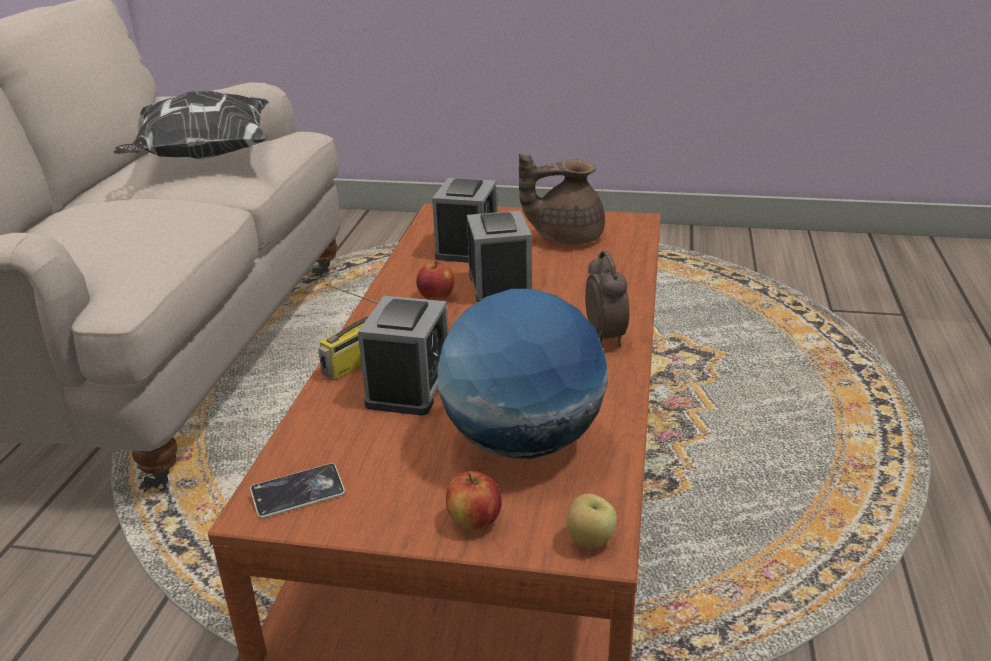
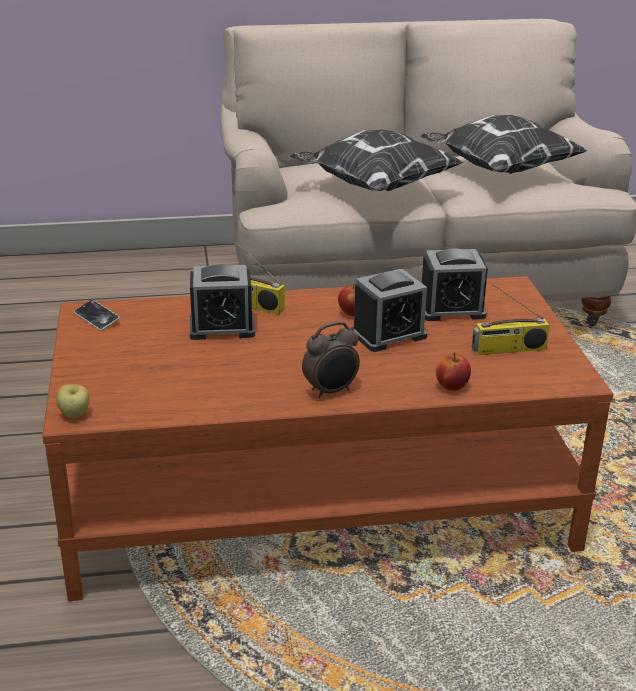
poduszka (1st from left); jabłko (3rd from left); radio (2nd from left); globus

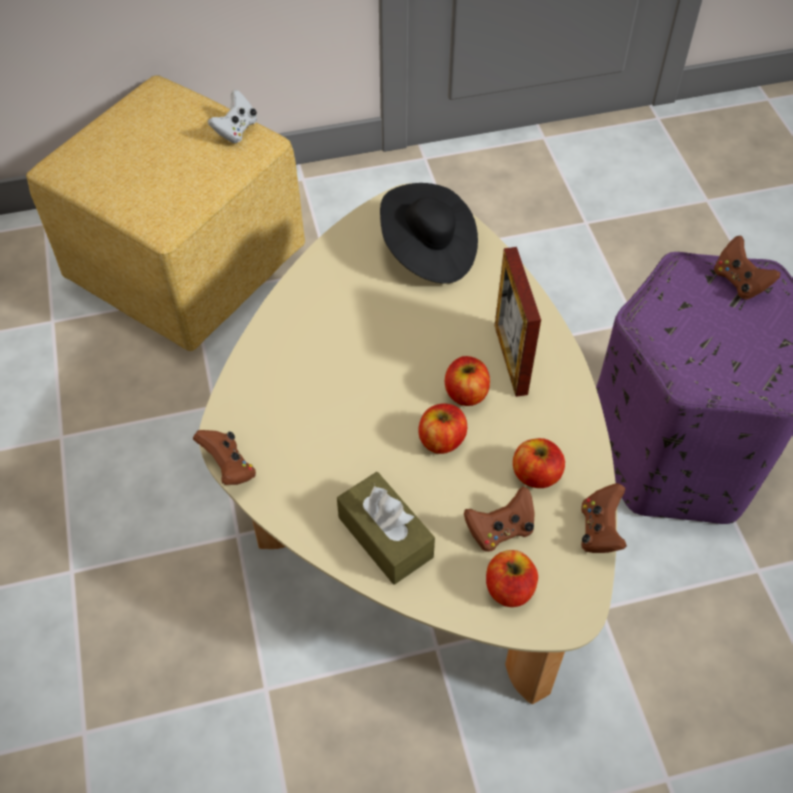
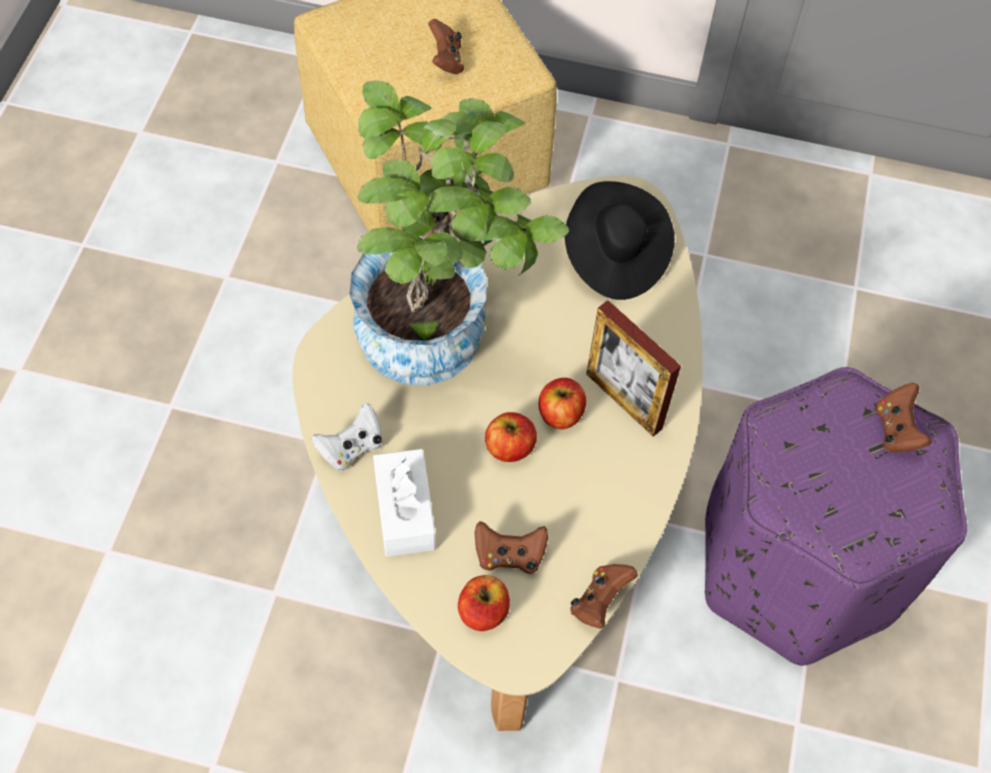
pad do gier/biały; roślina doniczkowa; pudełko chusteczek/biały; pad do gier/brązowy (1st from left); ramka na zdjęcie; jabłko (4th from left in the first image)

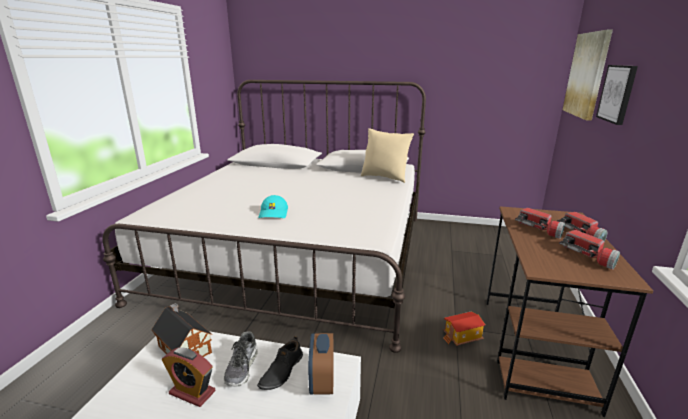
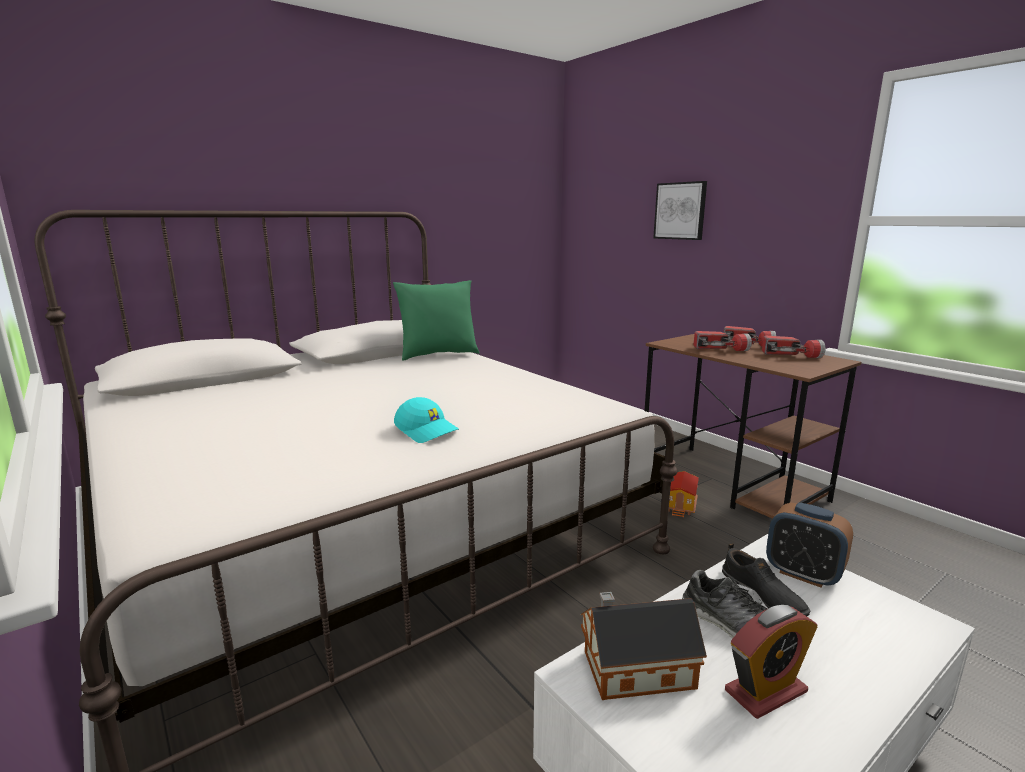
poduszka/zielony; obraz (1st from left in the first image)

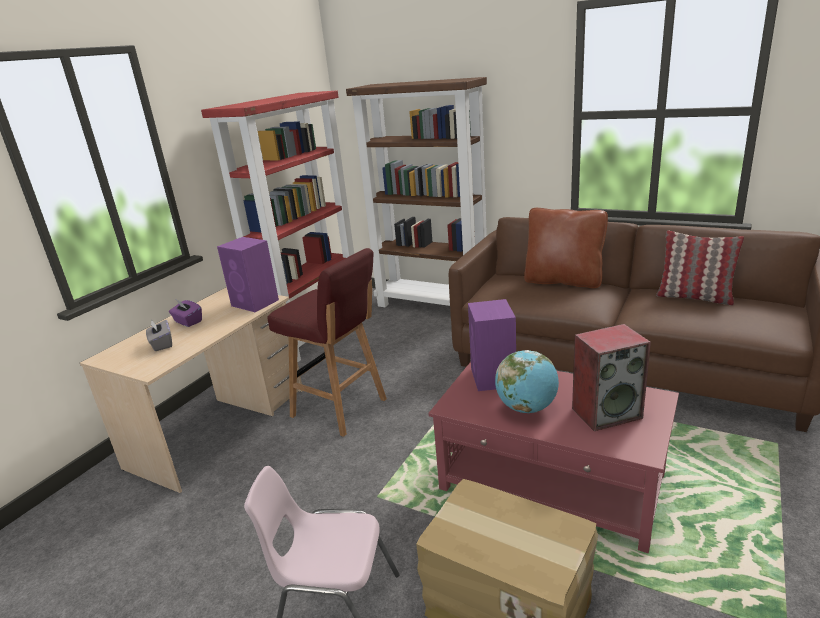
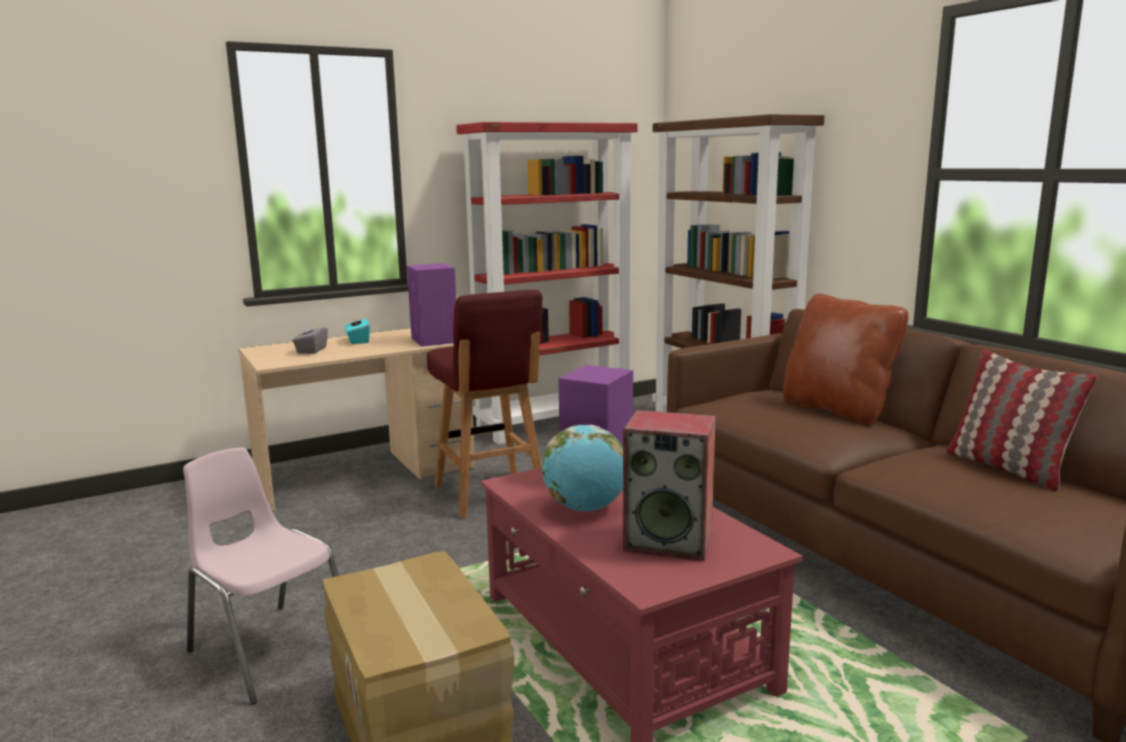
pudełko chusteczek/turkusowy

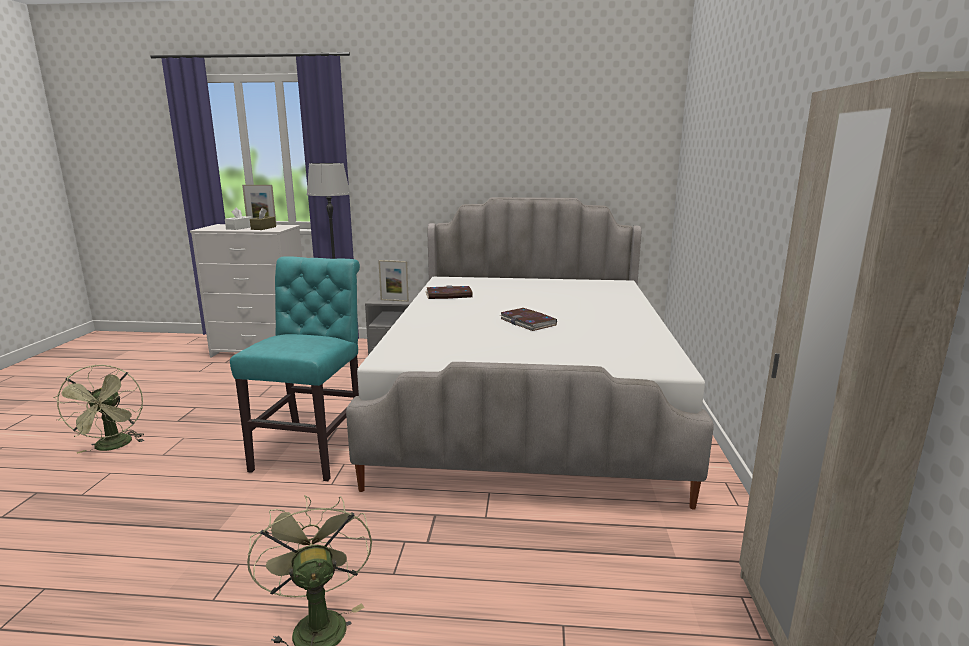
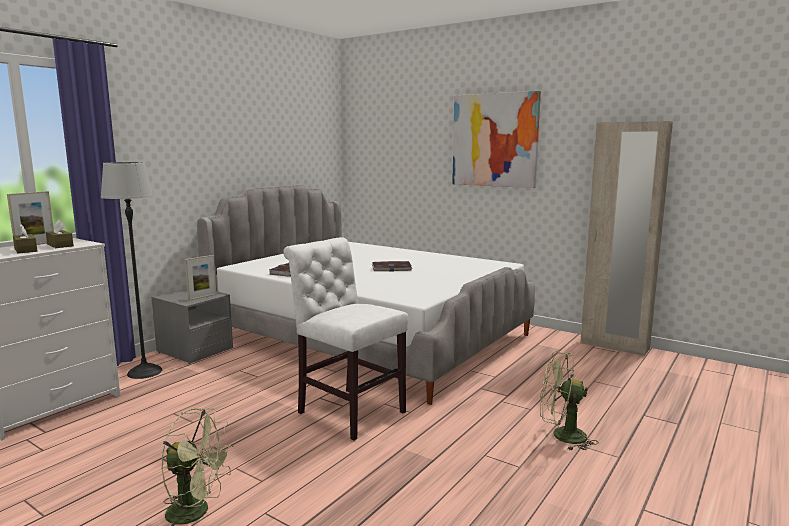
pudełko chusteczek/brązowy (1st from left); krzesło/biały; obraz

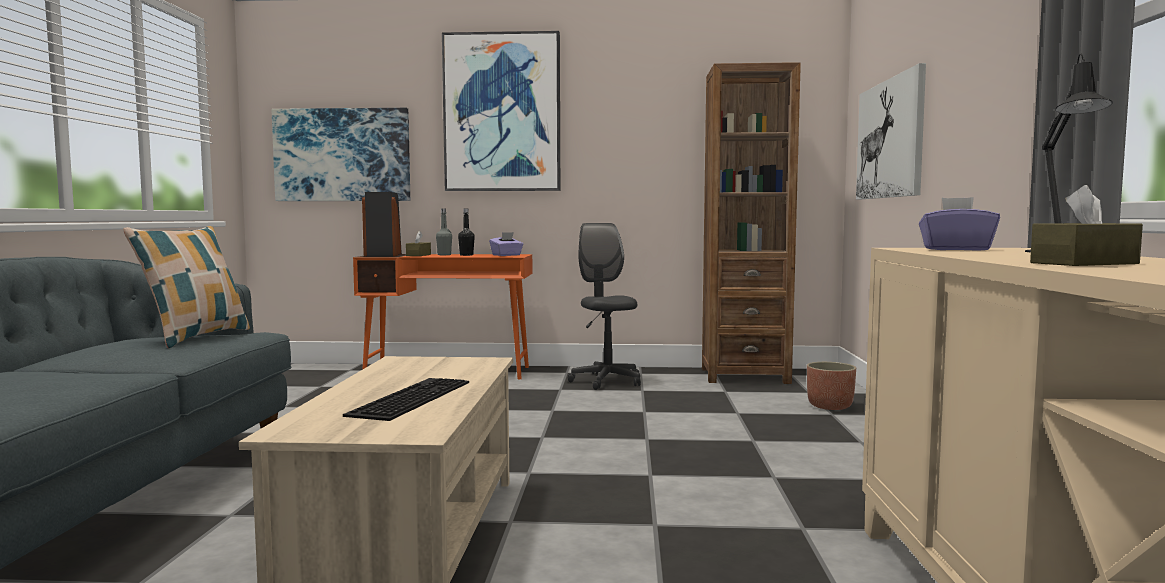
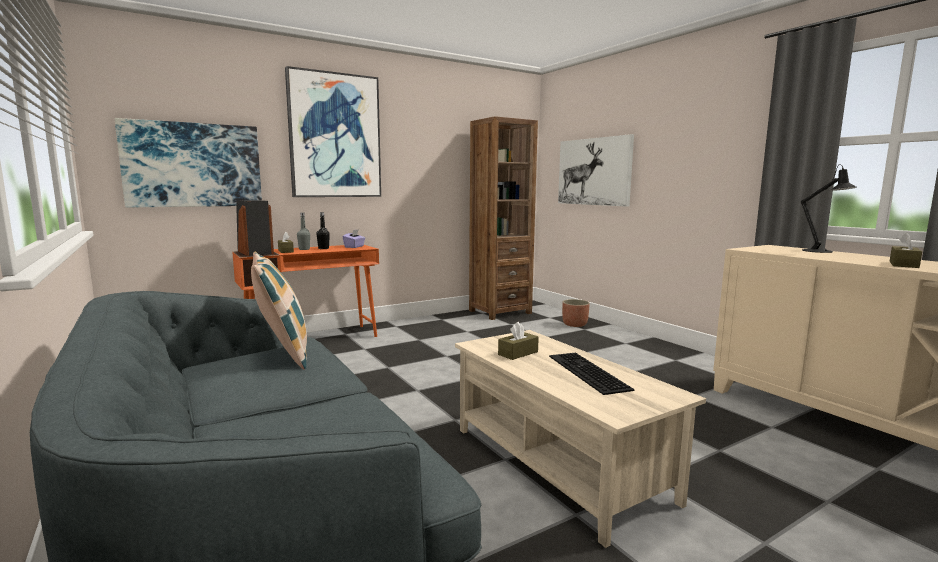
pudełko chusteczek/brązowy (2nd from left); krzesło biurowe/szary; pudełko chusteczek/fioletowy (2nd from left in the first image)

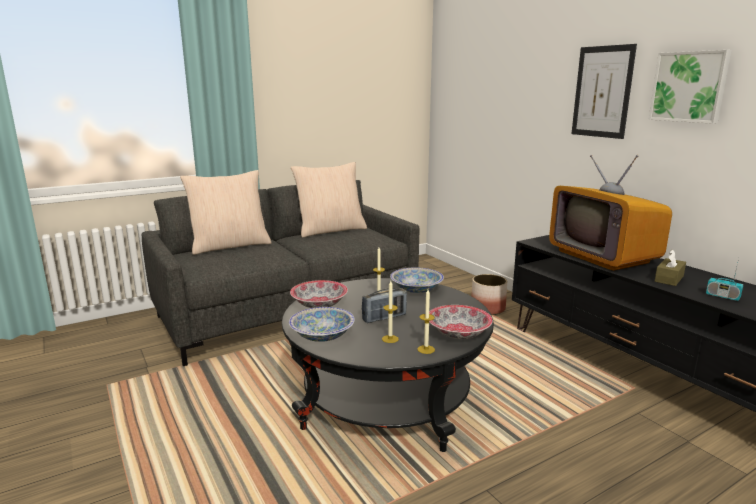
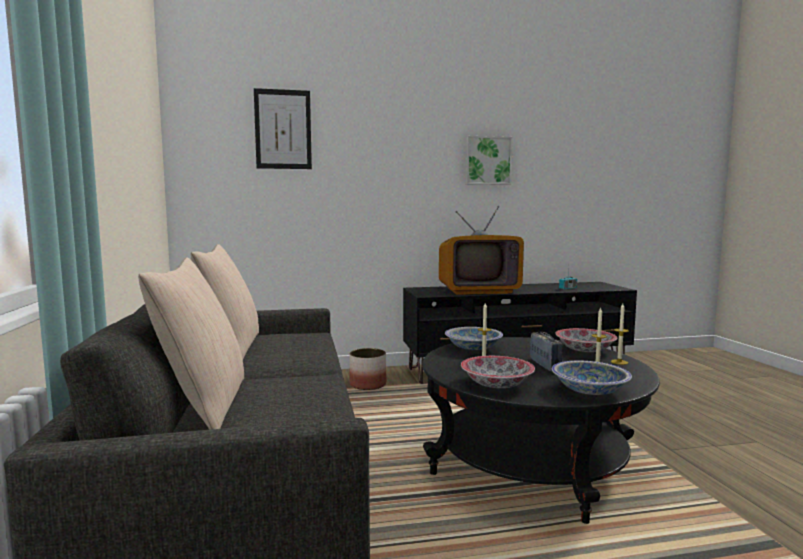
obraz (1st from left); pudełko chusteczek/brązowy

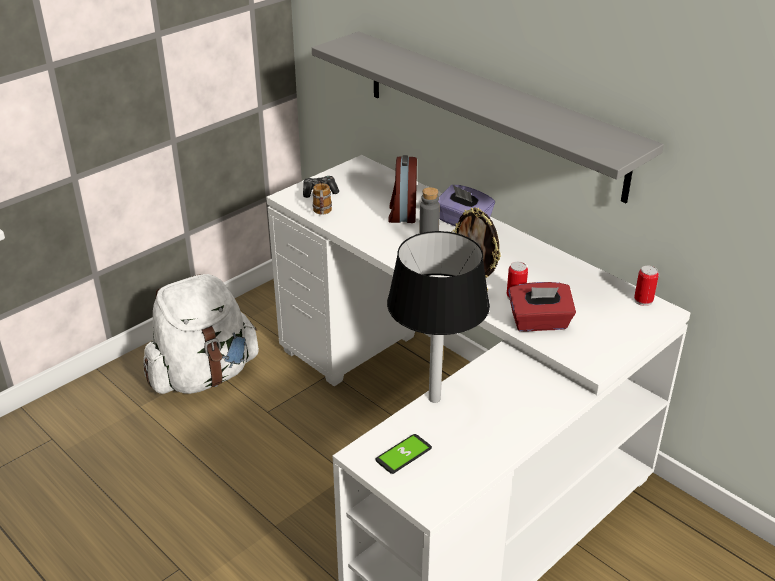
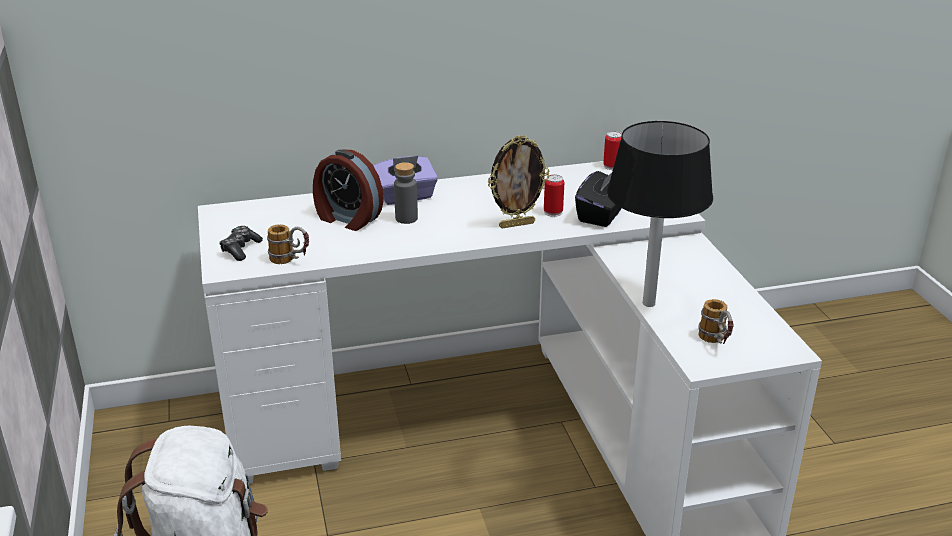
pudełko chusteczek/czarny; kubek (2nd from left); półka/szary

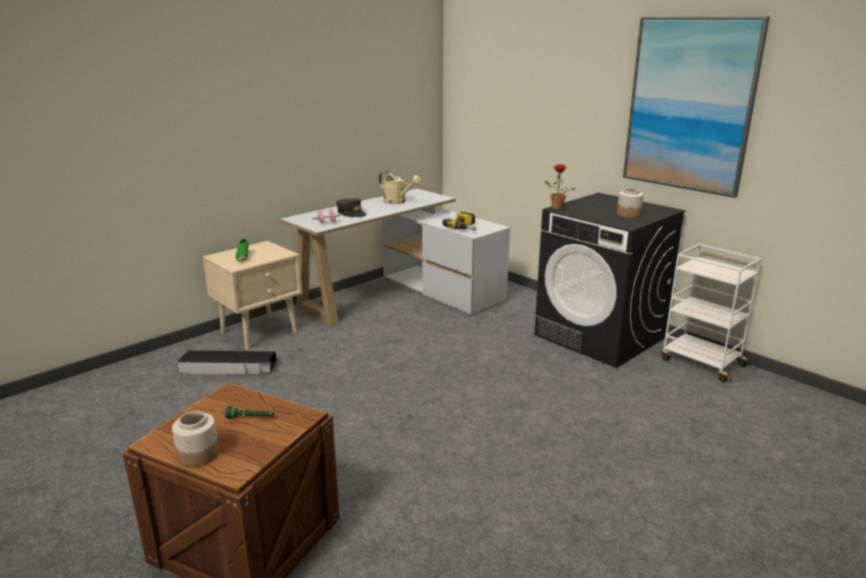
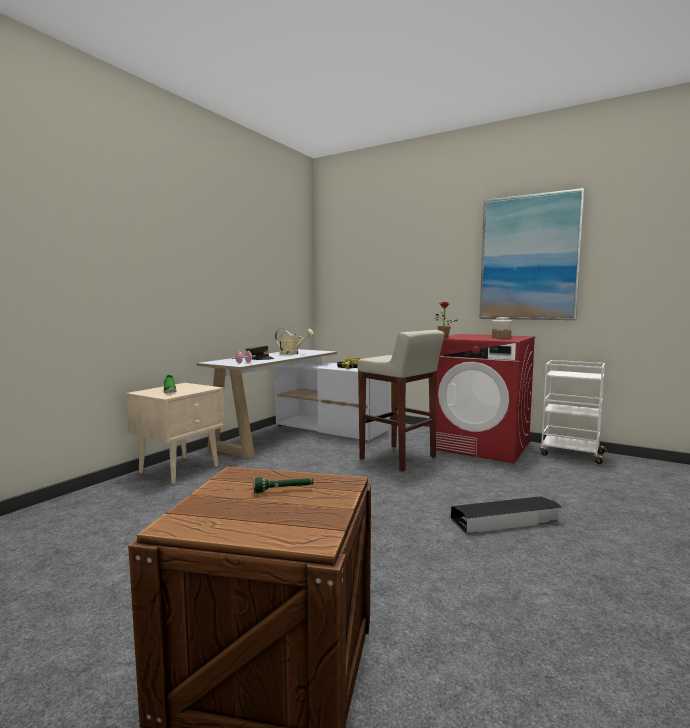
stołek/beżowy; pralka/czerwony; pojemnik do przechowywania/czarny; słoik (1st from left in the first image)

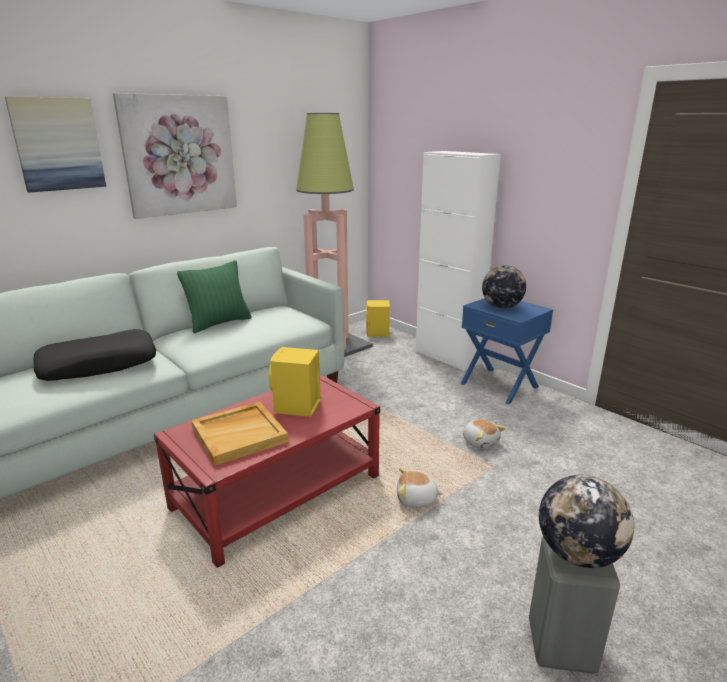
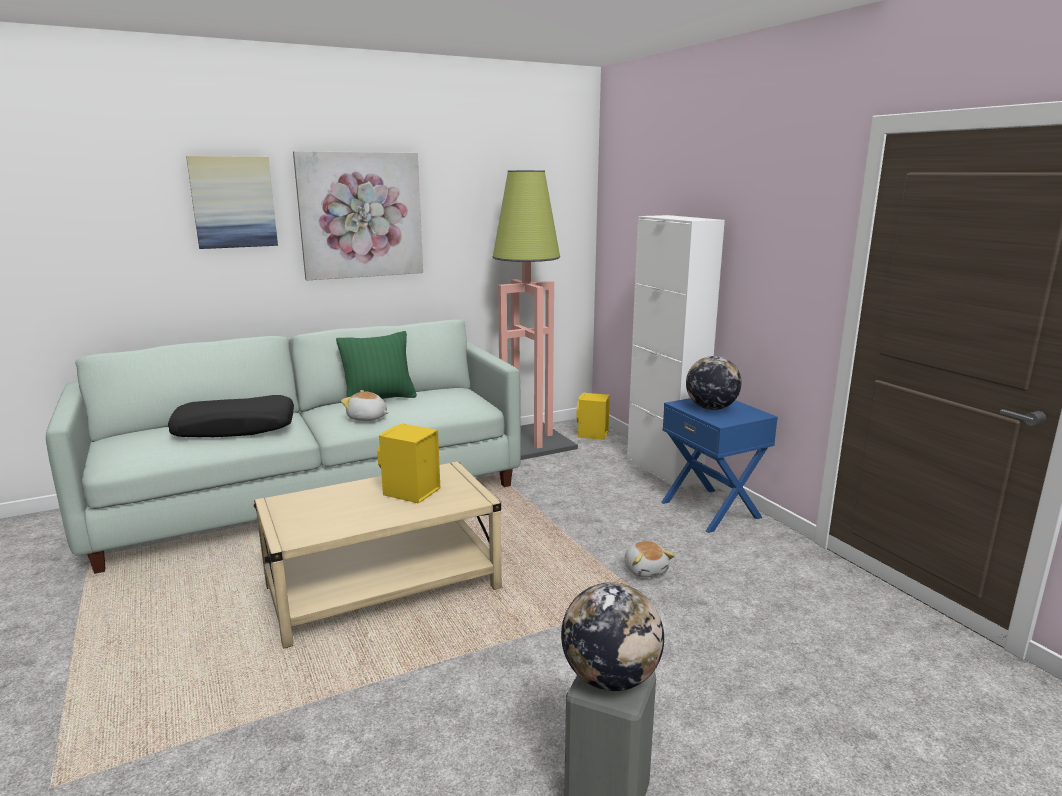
ława/beżowy; pluszak (1st from left); taca/beżowy

